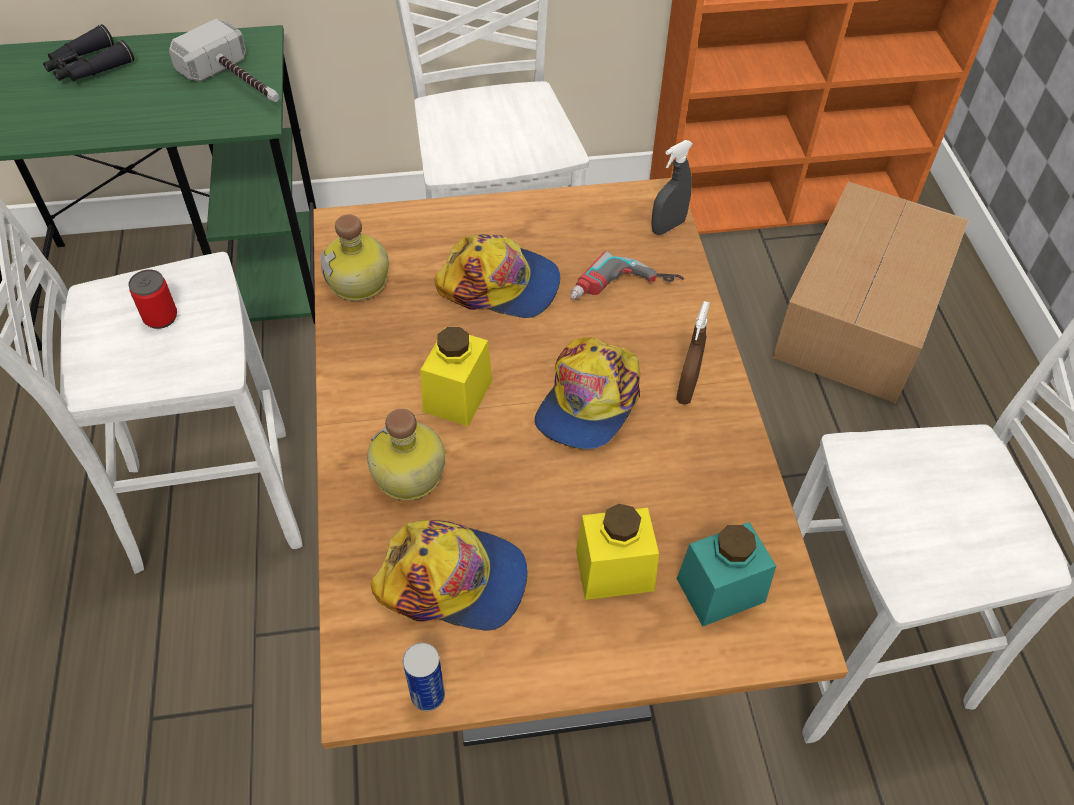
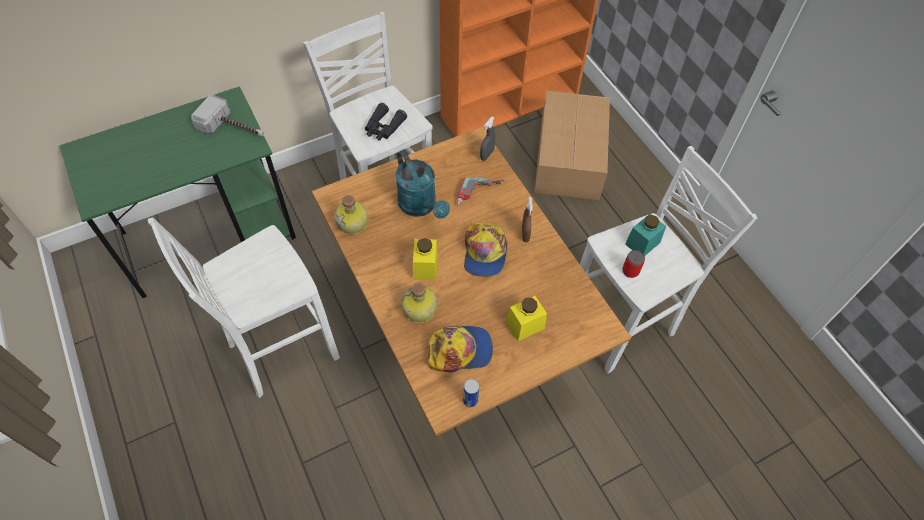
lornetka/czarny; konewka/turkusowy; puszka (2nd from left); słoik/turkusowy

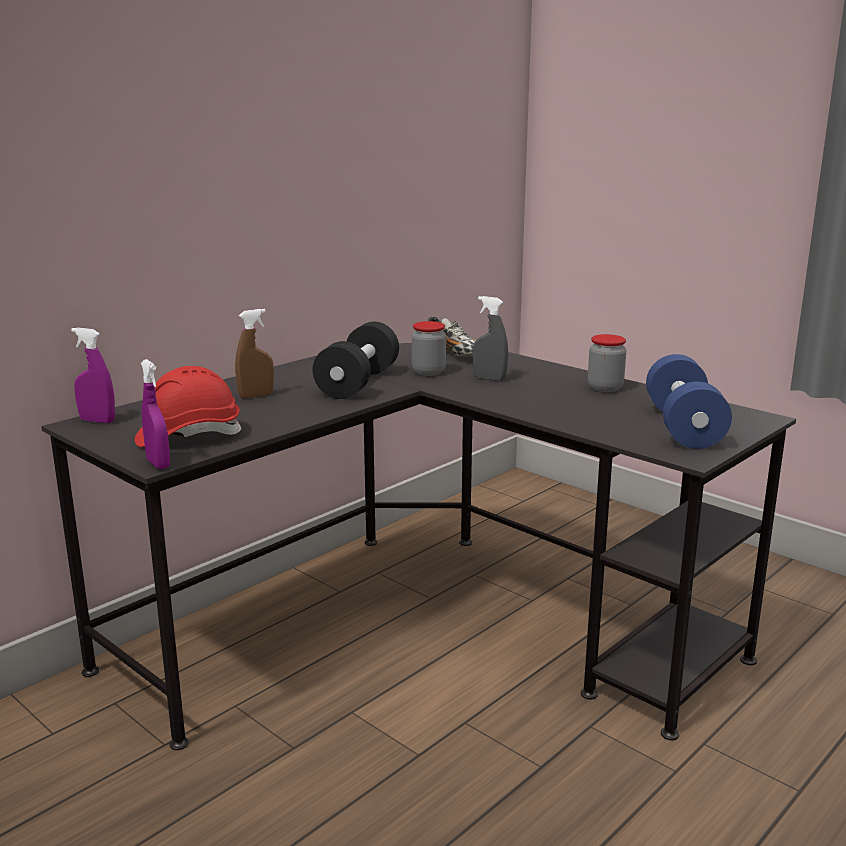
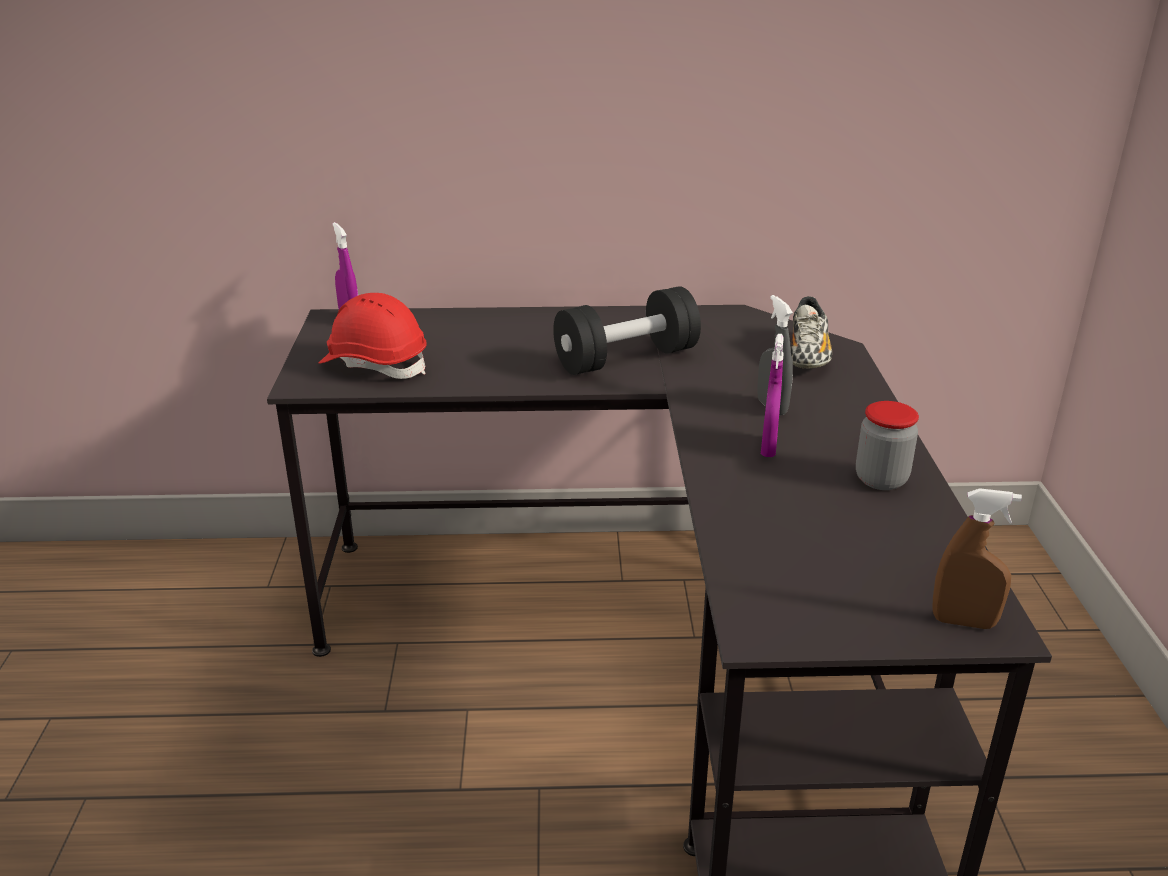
spryskiwacz/fioletowy (2nd from left); spryskiwacz/brązowy; słoik (1st from left in the first image); hantel/niebieski

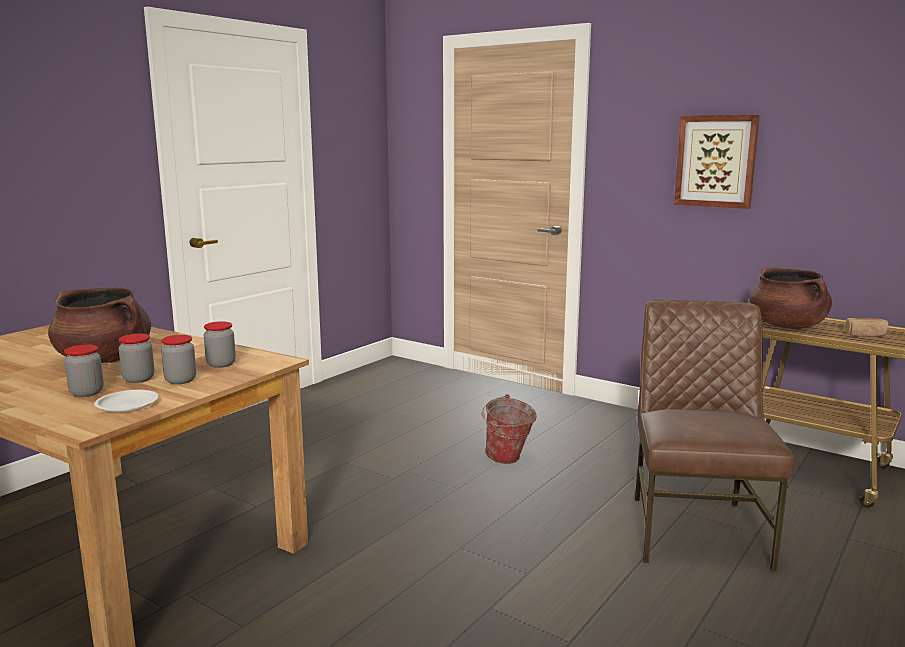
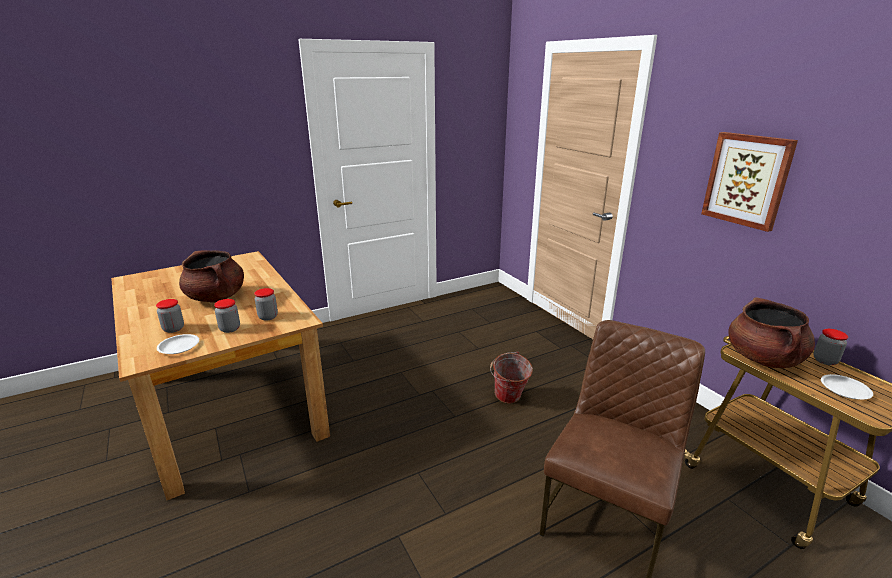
słoik (4th from left); talerz/biały (2nd from left)

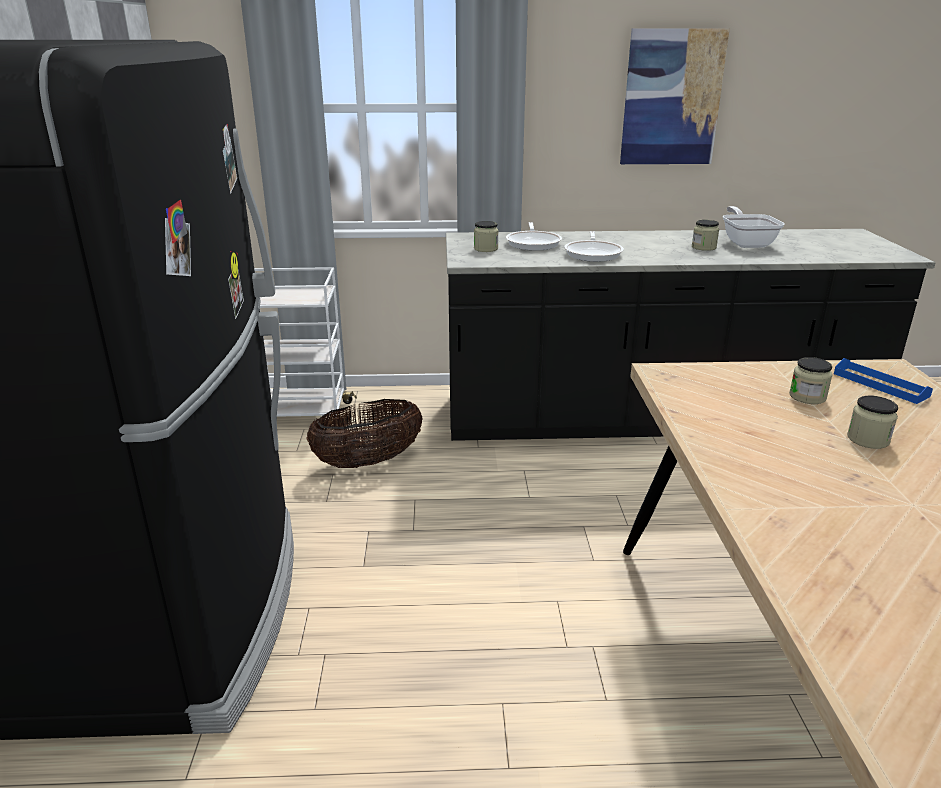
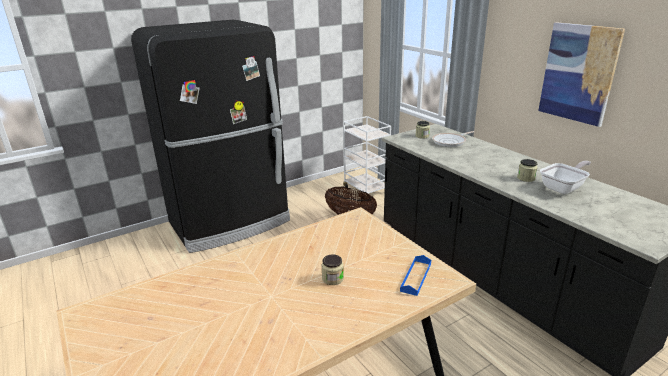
patelnia (2nd from left in the first image); słoik (3rd from left in the first image)

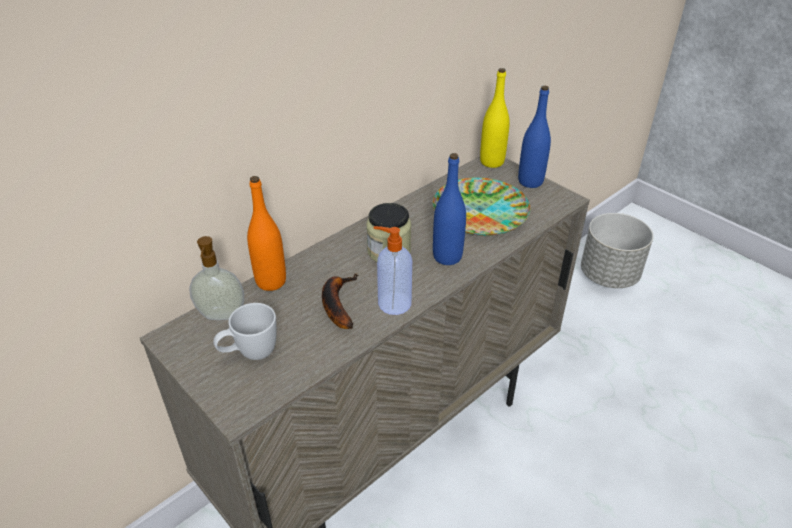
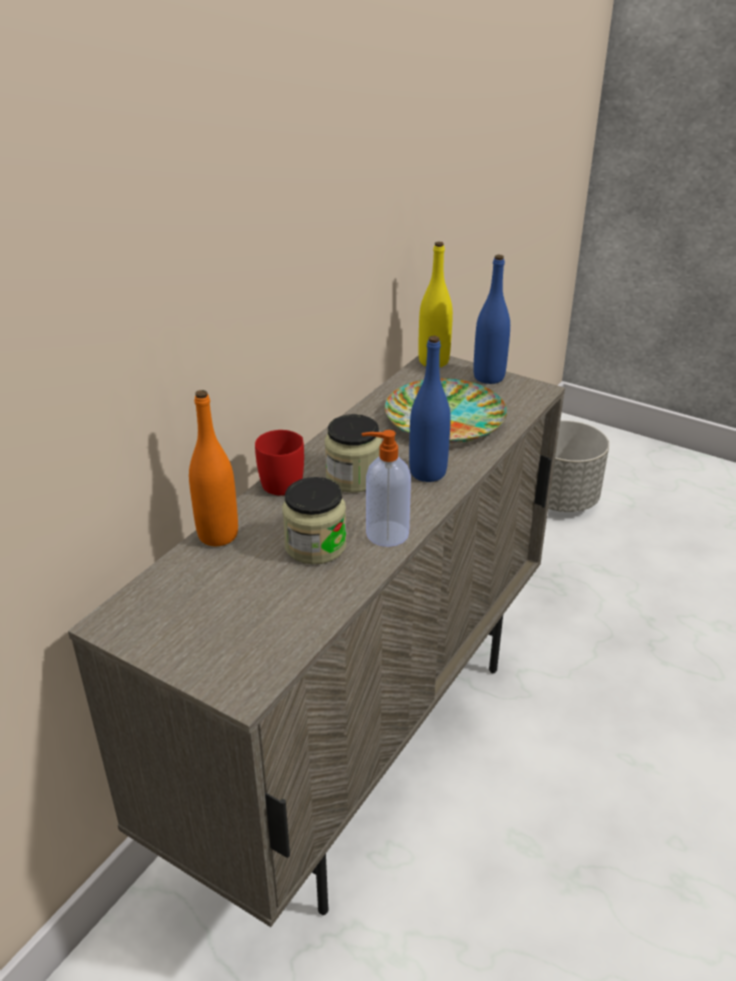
kubek/czerwony; słoik (1st from left); dozownik mydła (1st from left in the first image); kubek/biały

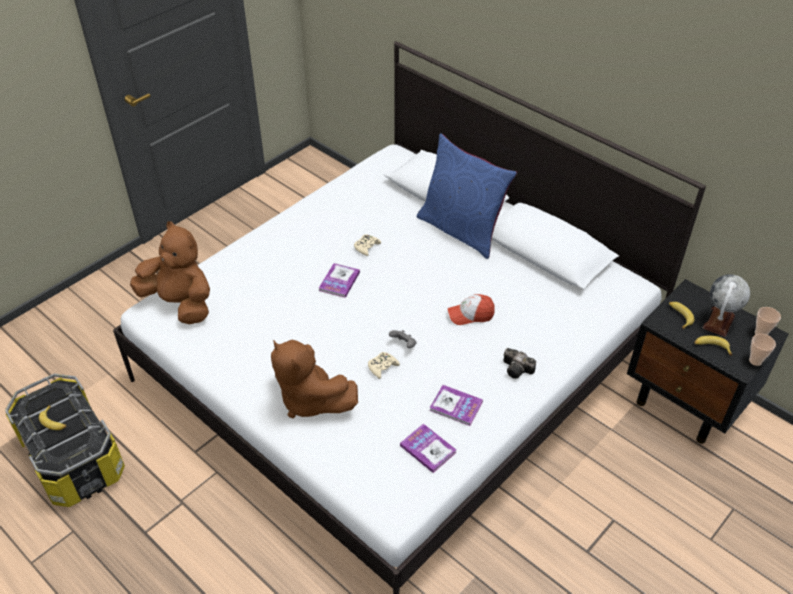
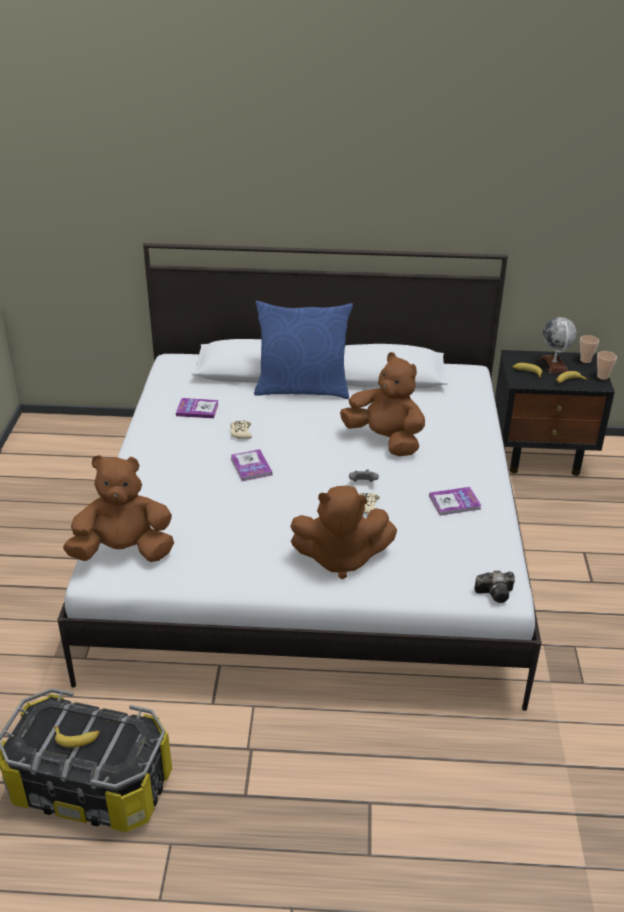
książka (1st from left); pluszak/brązowy (3rd from left); aparat fotograficzny

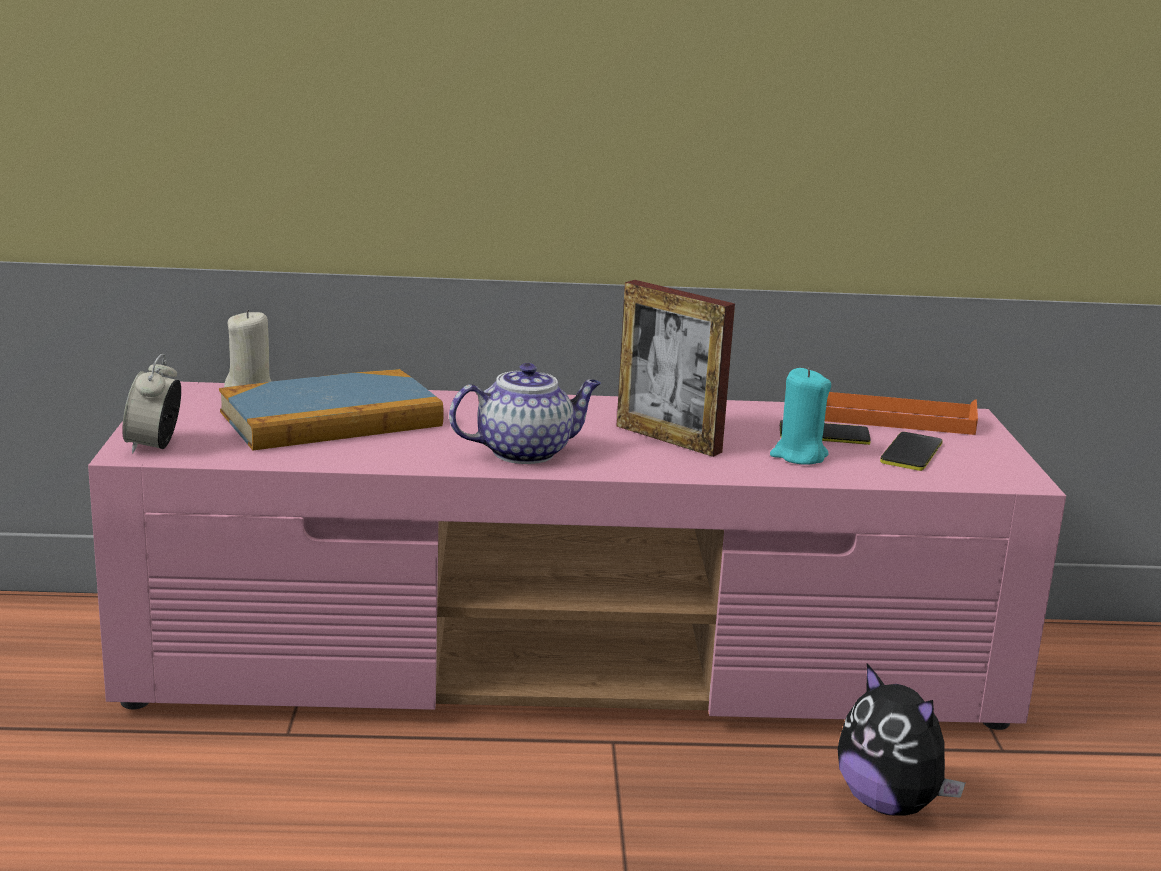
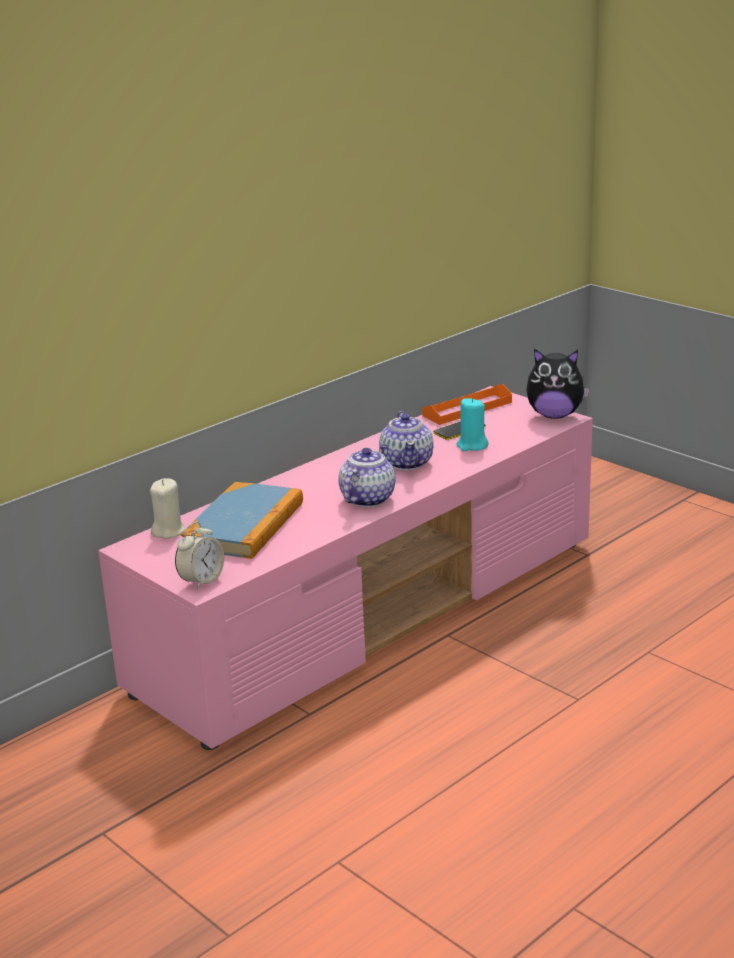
budzik; imbryk (2nd from left); pluszak; telefon (2nd from left in the first image)

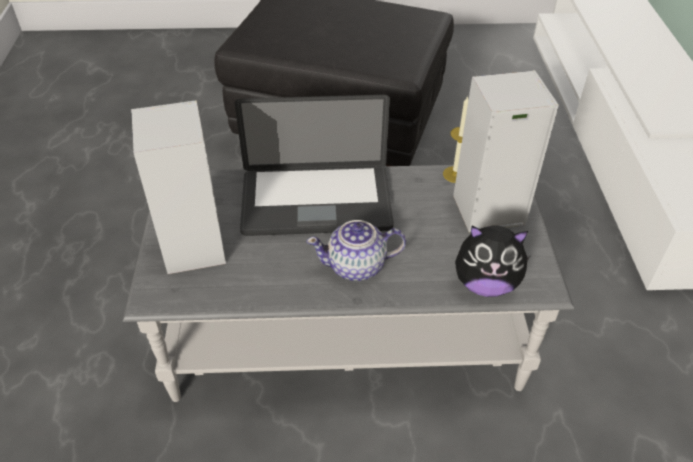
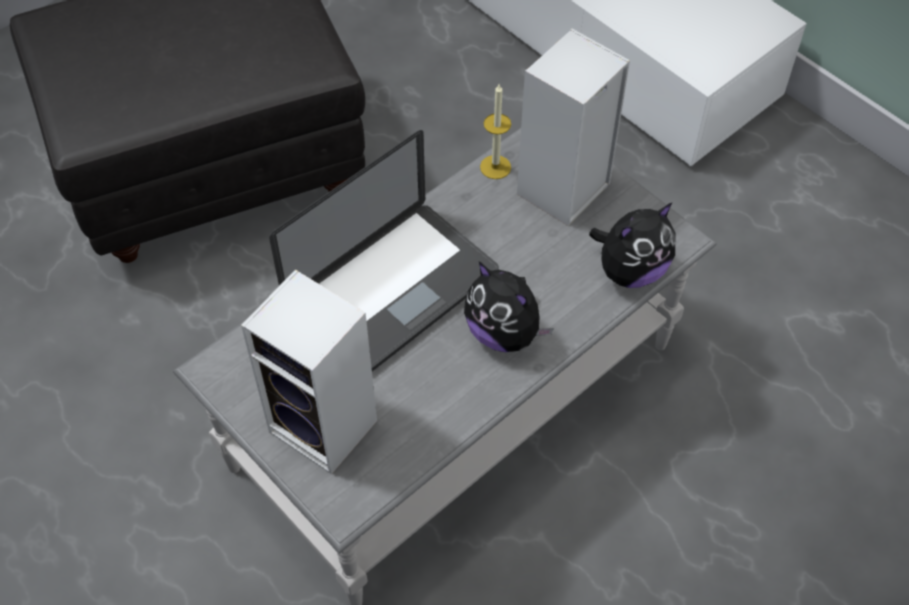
pluszak (1st from left)

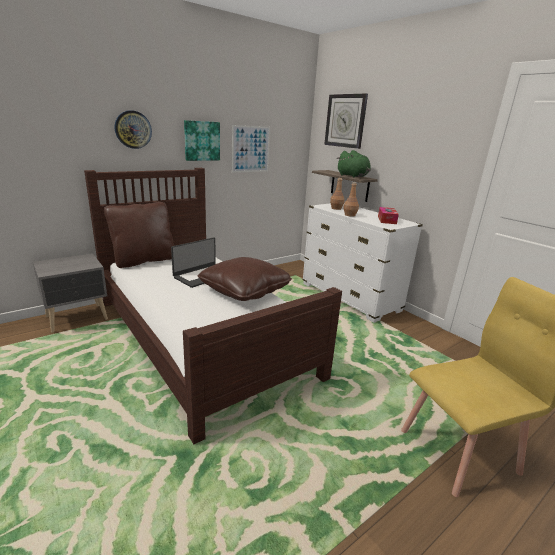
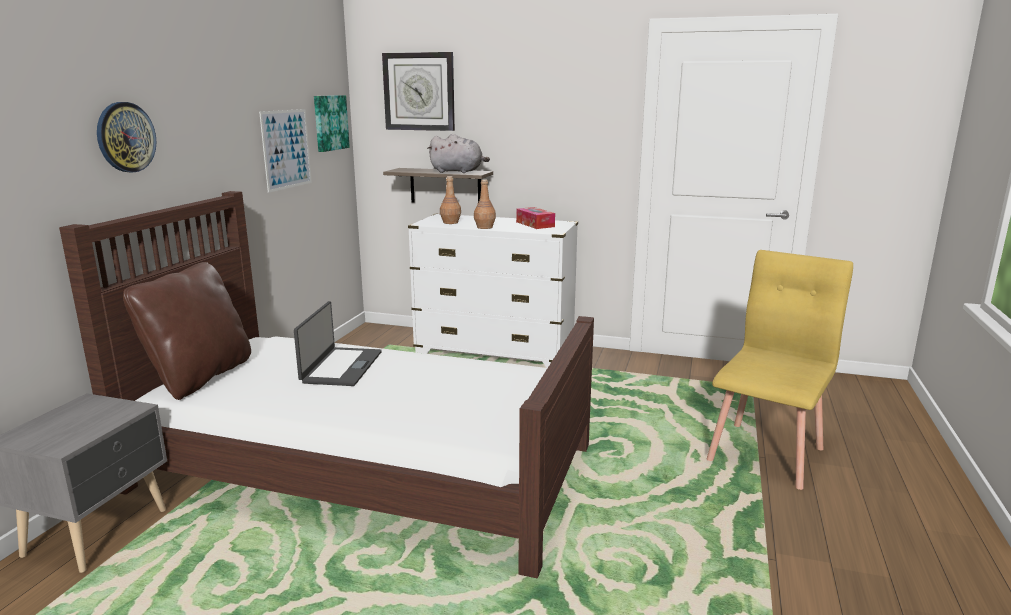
obraz (2nd from left); pluszak/szary; poduszka/brązowy (2nd from left in the first image)

